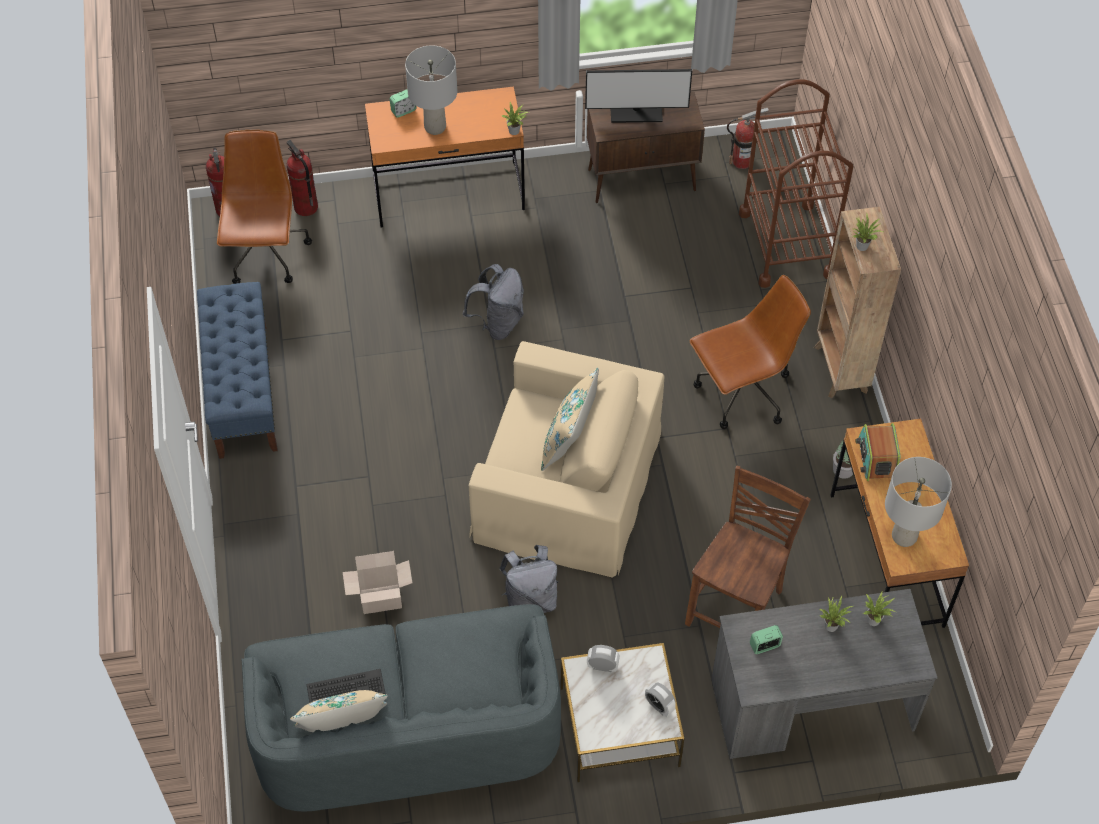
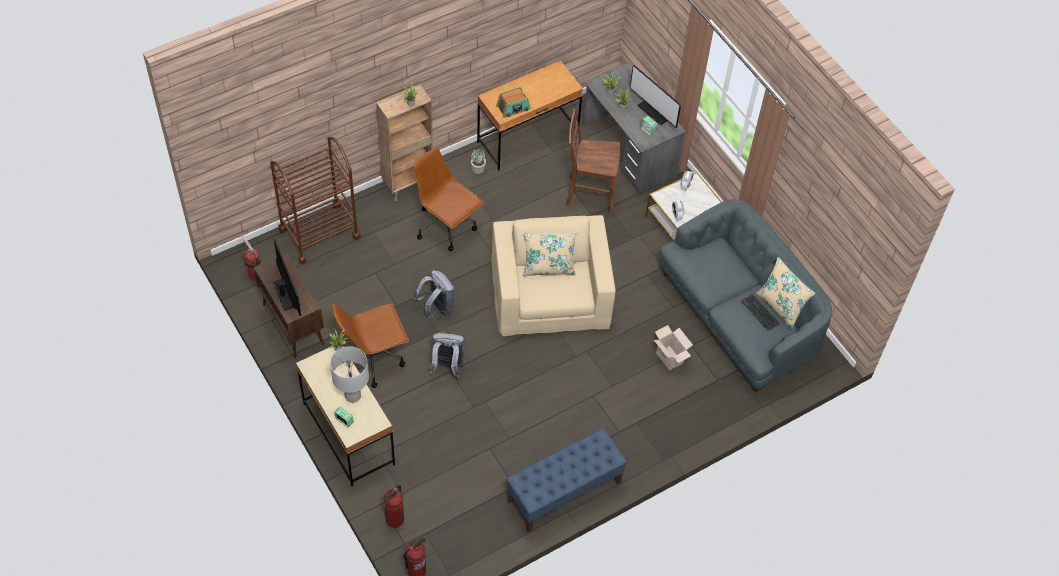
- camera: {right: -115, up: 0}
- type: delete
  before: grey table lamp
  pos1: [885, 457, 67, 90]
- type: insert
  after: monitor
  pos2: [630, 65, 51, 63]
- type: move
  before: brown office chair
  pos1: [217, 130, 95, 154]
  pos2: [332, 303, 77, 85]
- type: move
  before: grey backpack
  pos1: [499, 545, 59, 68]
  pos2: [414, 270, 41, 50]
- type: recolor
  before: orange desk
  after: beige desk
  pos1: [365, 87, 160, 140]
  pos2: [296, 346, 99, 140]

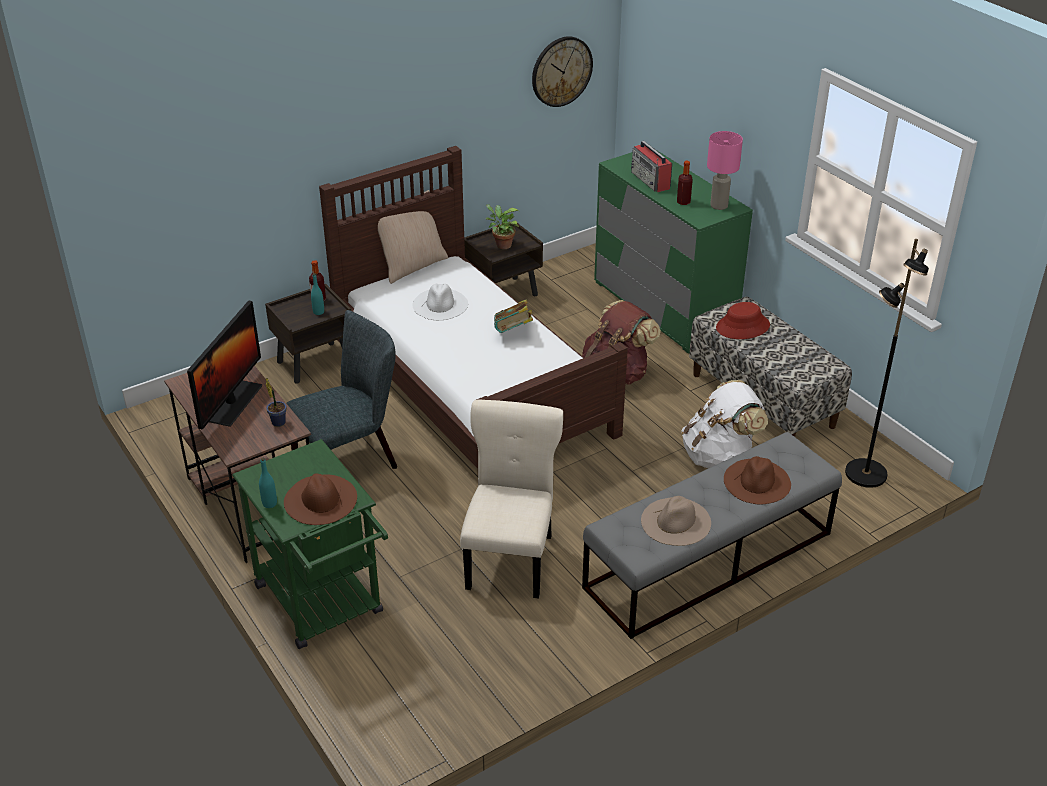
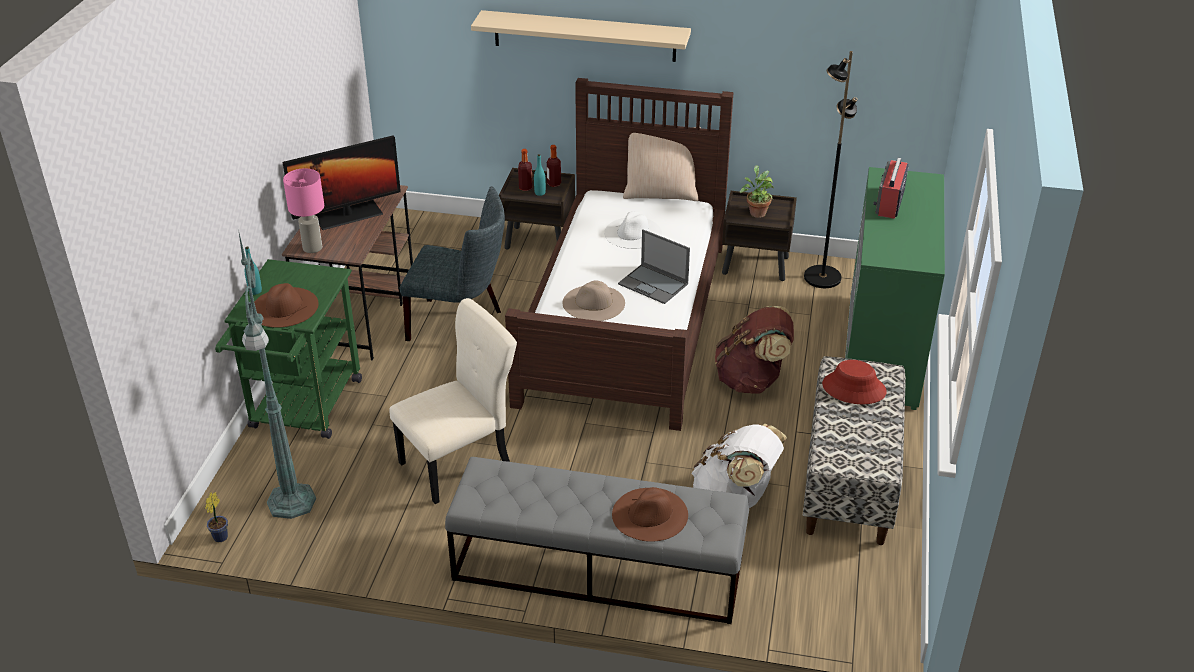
- camera: {right: 45, up: 0}
- type: delete
  before: wall clock
  pos1: [532, 36, 61, 71]
- type: insert
  after: green floor lamp
  pos2: [238, 230, 78, 289]
- type: insert
  after: beige shelf
  pos2: [471, 10, 220, 52]
- type: move
  before: potted plant
  pos1: [266, 378, 21, 49]
  pos2: [205, 492, 23, 50]
- type: move
  before: beige hat
  pos1: [641, 496, 70, 50]
  pos2: [563, 280, 62, 41]
- type: move
  before: bottle
  pos1: [677, 161, 16, 44]
  pos2: [518, 149, 15, 42]
- type: move
  before: pink table lamp
  pos1: [707, 131, 36, 79]
  pos2: [283, 168, 41, 85]
- type: move
  before: black floor lamp
  pos1: [845, 239, 84, 249]
  pos2: [804, 51, 53, 237]
- type: replace
  before: book
  after: laptop
  pos1: [494, 299, 39, 34]
  pos2: [618, 229, 72, 75]

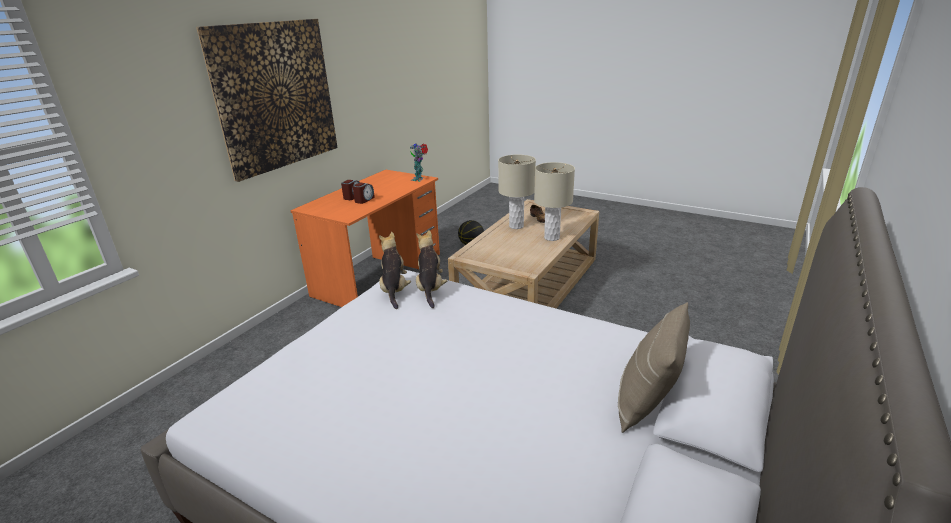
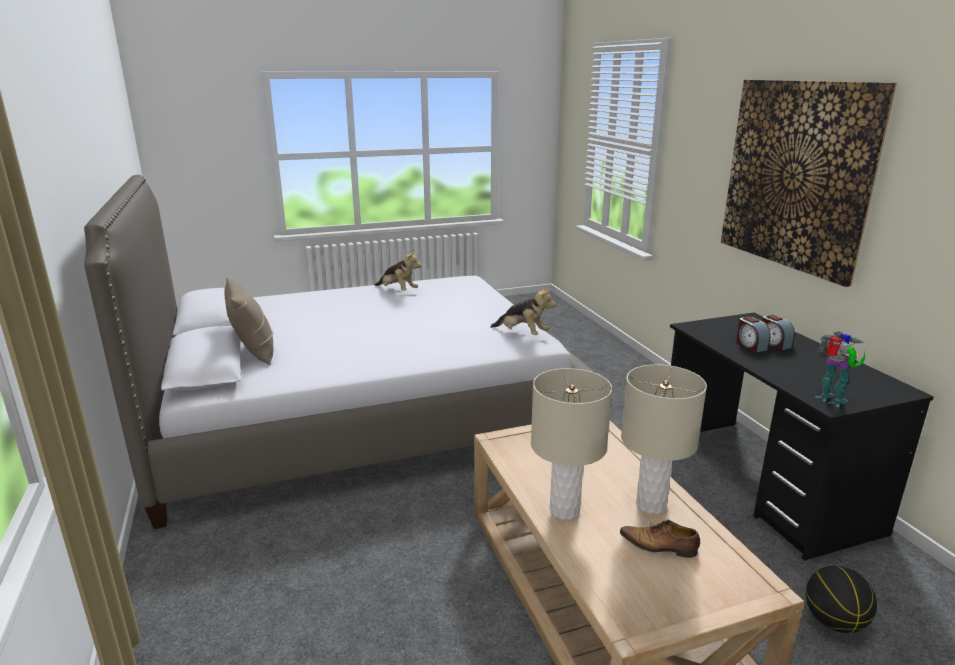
- camera: {right: 130, up: -5}
- type: move
  before: plush toy
  pos1: [416, 230, 32, 78]
  pos2: [374, 249, 47, 42]
- type: recolor
  before: orange desk
  after: black desk
  pos1: [290, 170, 150, 137]
  pos2: [670, 313, 264, 248]

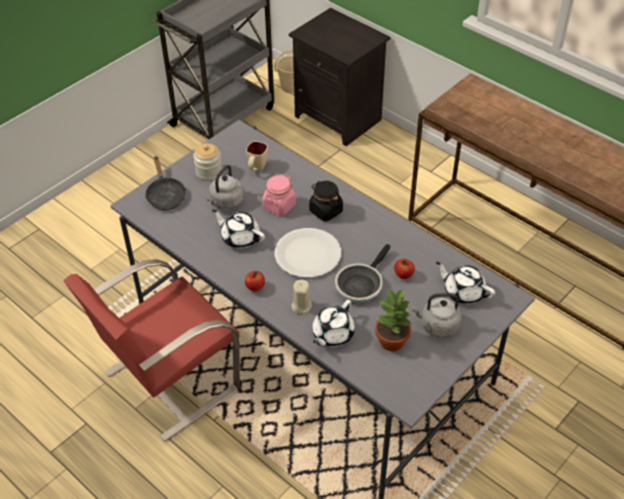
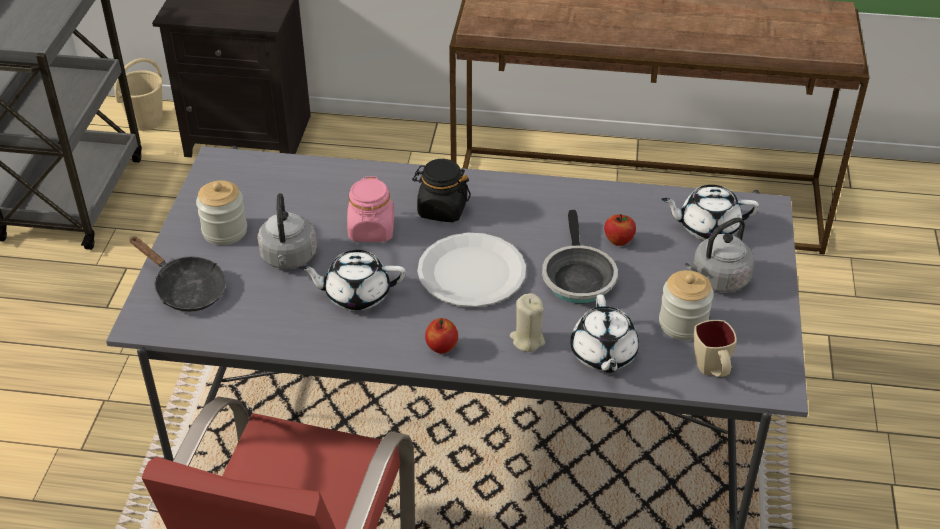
- camera: {right: -35, up: -5}
- type: move
  before: beige mug
  pos1: [246, 141, 22, 30]
  pos2: [694, 320, 43, 57]
- type: replace
  before: potted plant
  after: jar
  pos1: [375, 288, 36, 63]
  pos2: [659, 270, 55, 70]

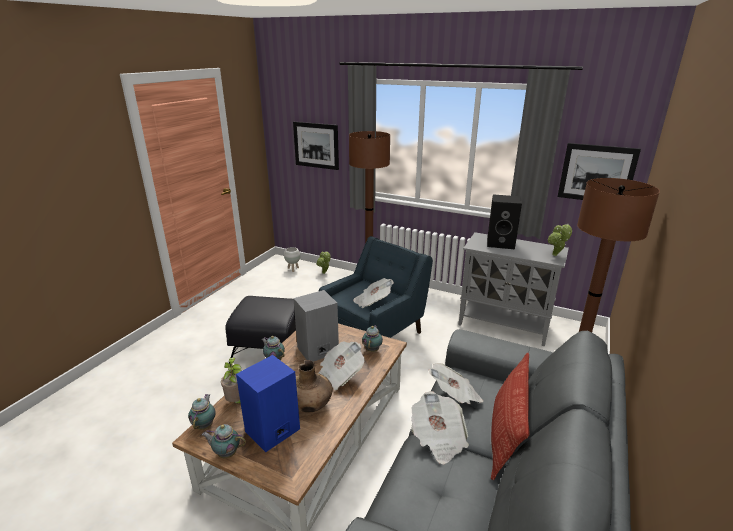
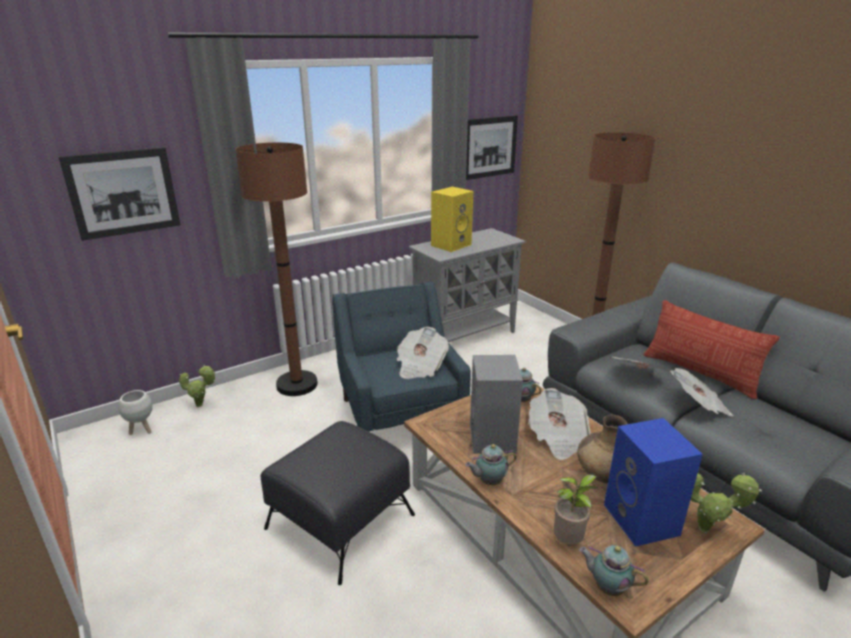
- camera: {right: -60, up: 0}
- type: delete
  before: teapot
  pos1: [202, 424, 44, 34]
- type: move
  before: potted plant
  pos1: [548, 224, 24, 32]
  pos2: [691, 473, 71, 61]
- type: recolor
  before: black speaker
  after: yellow speaker
  pos1: [487, 194, 35, 56]
  pos2: [431, 187, 42, 65]

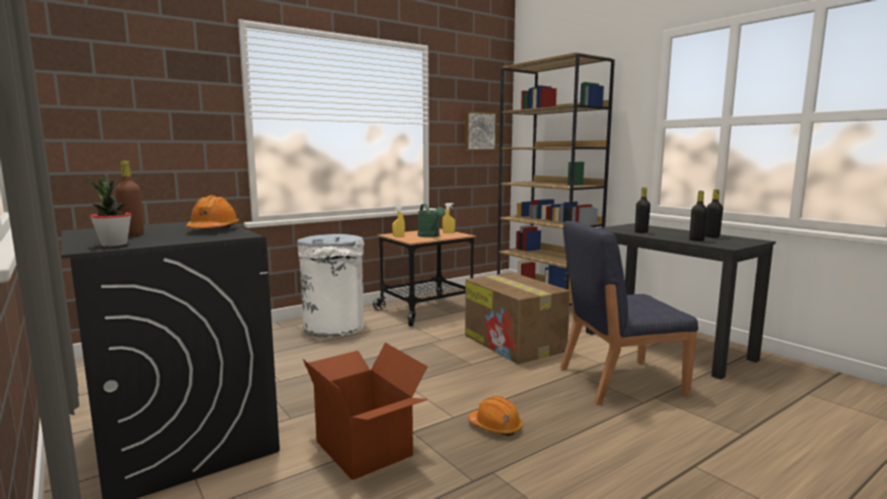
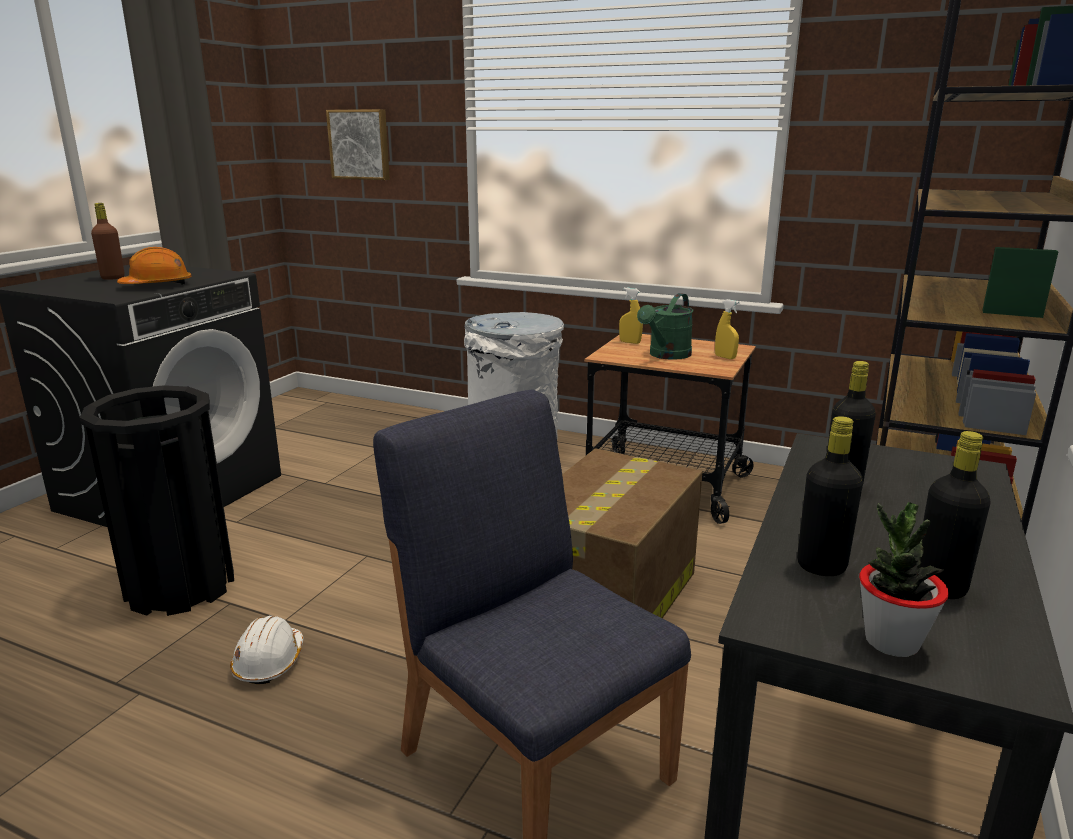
- camera: {right: 60, up: 10}
- type: move
  before: potted plant
  pos1: [88, 176, 43, 71]
  pos2: [859, 502, 90, 155]
- type: move
  before: picture
  pos1: [465, 111, 32, 39]
  pos2: [326, 109, 64, 71]
- type: replace
  before: cardboard box
  after: black trash can
  pos1: [303, 342, 125, 138]
  pos2: [80, 385, 154, 231]
- type: recolor
  before: orange hard hat
  after: white hard hat
  pos1: [469, 396, 54, 40]
  pos2: [230, 616, 74, 68]

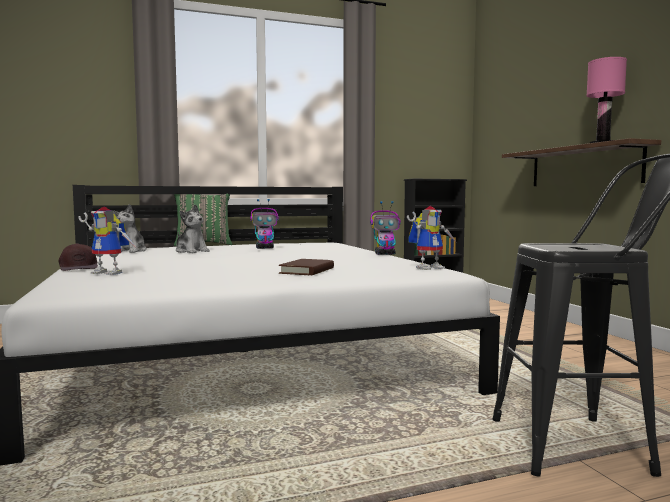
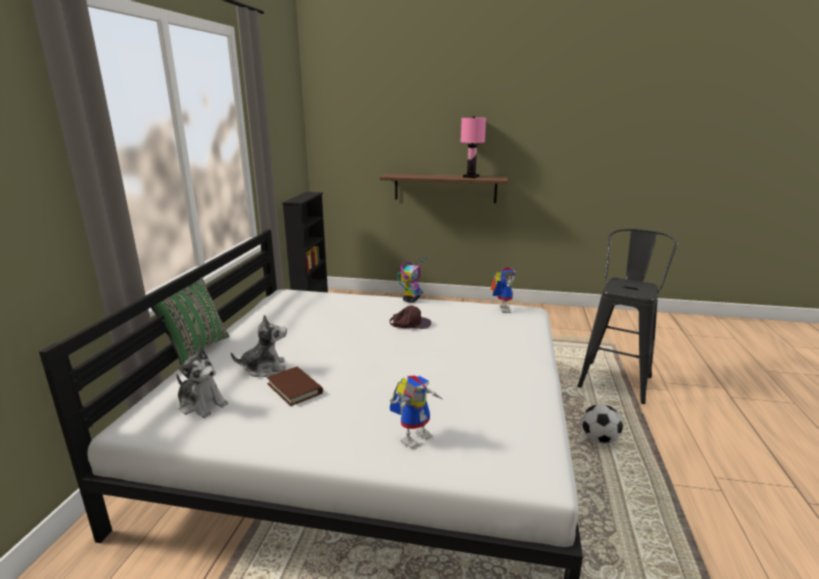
- camera: {right: -60, up: 15}
- type: delete
  before: toy robot
  pos1: [250, 199, 29, 50]
- type: insert
  after: football
  pos2: [582, 404, 41, 40]
- type: move
  before: brown cap
  pos1: [58, 243, 40, 28]
  pos2: [390, 305, 41, 24]
- type: move
  before: brown book
  pos1: [279, 259, 55, 16]
  pos2: [266, 367, 57, 39]

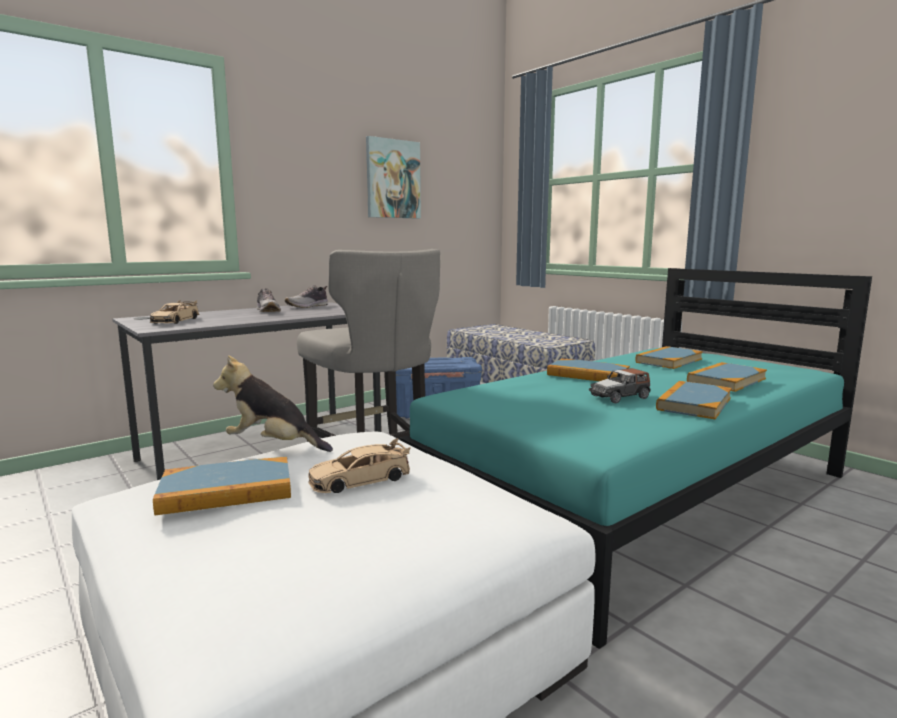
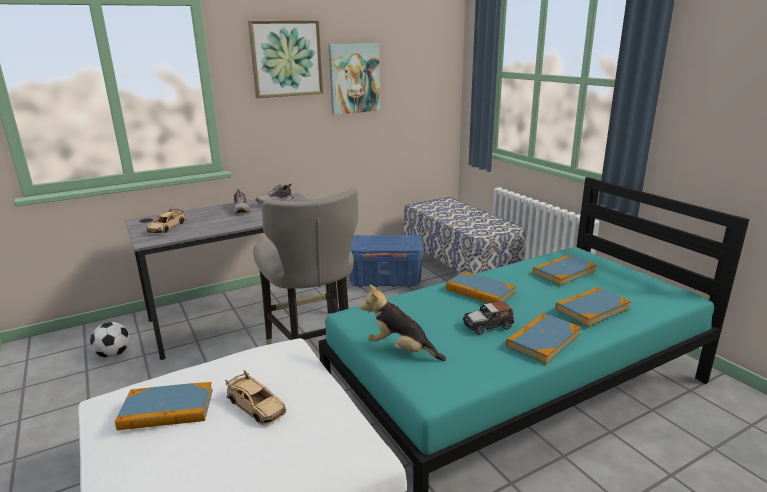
- camera: {right: 10, up: 10}
- type: insert
  after: football
  pos2: [90, 322, 40, 36]
- type: insert
  after: picture
  pos2: [248, 20, 75, 78]
- type: move
  before: plush toy
  pos1: [213, 355, 120, 97]
  pos2: [360, 285, 86, 76]
- type: rotate
  before: beige toy car
  pos1: [308, 438, 102, 55]
  pos2: [225, 370, 61, 55]
  turn: -120

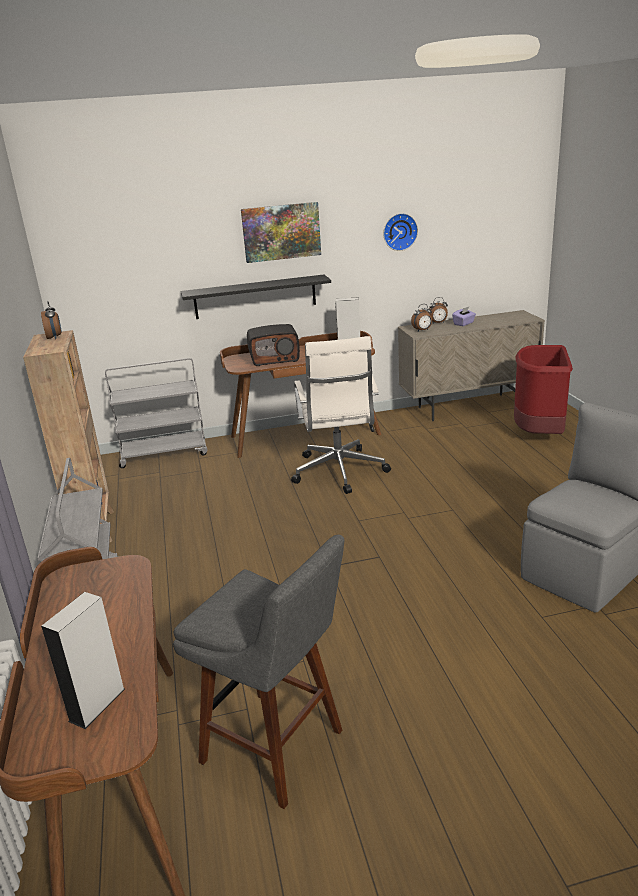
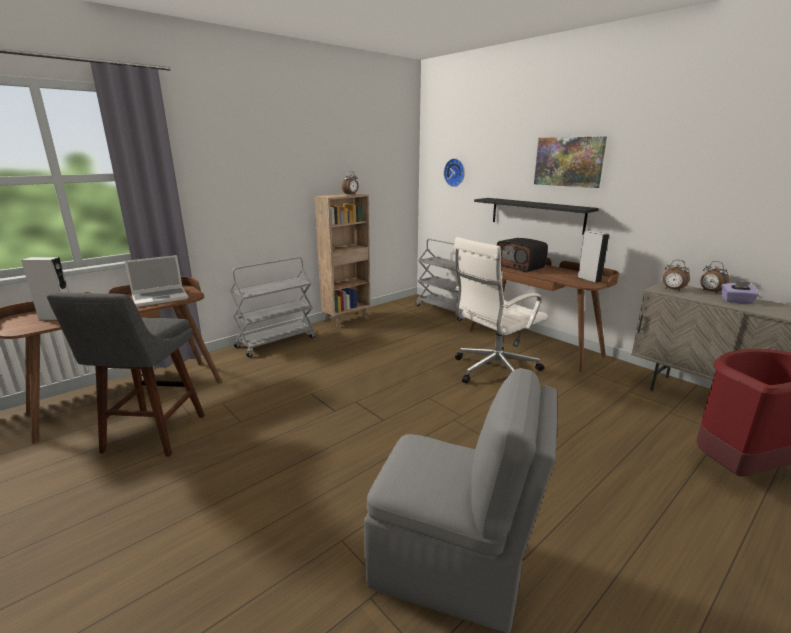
- camera: {right: 60, up: -5}
- type: insert
  after: laptop
  pos2: [125, 255, 63, 52]
- type: move
  before: wall clock
  pos1: [383, 213, 35, 38]
  pos2: [444, 158, 21, 29]

